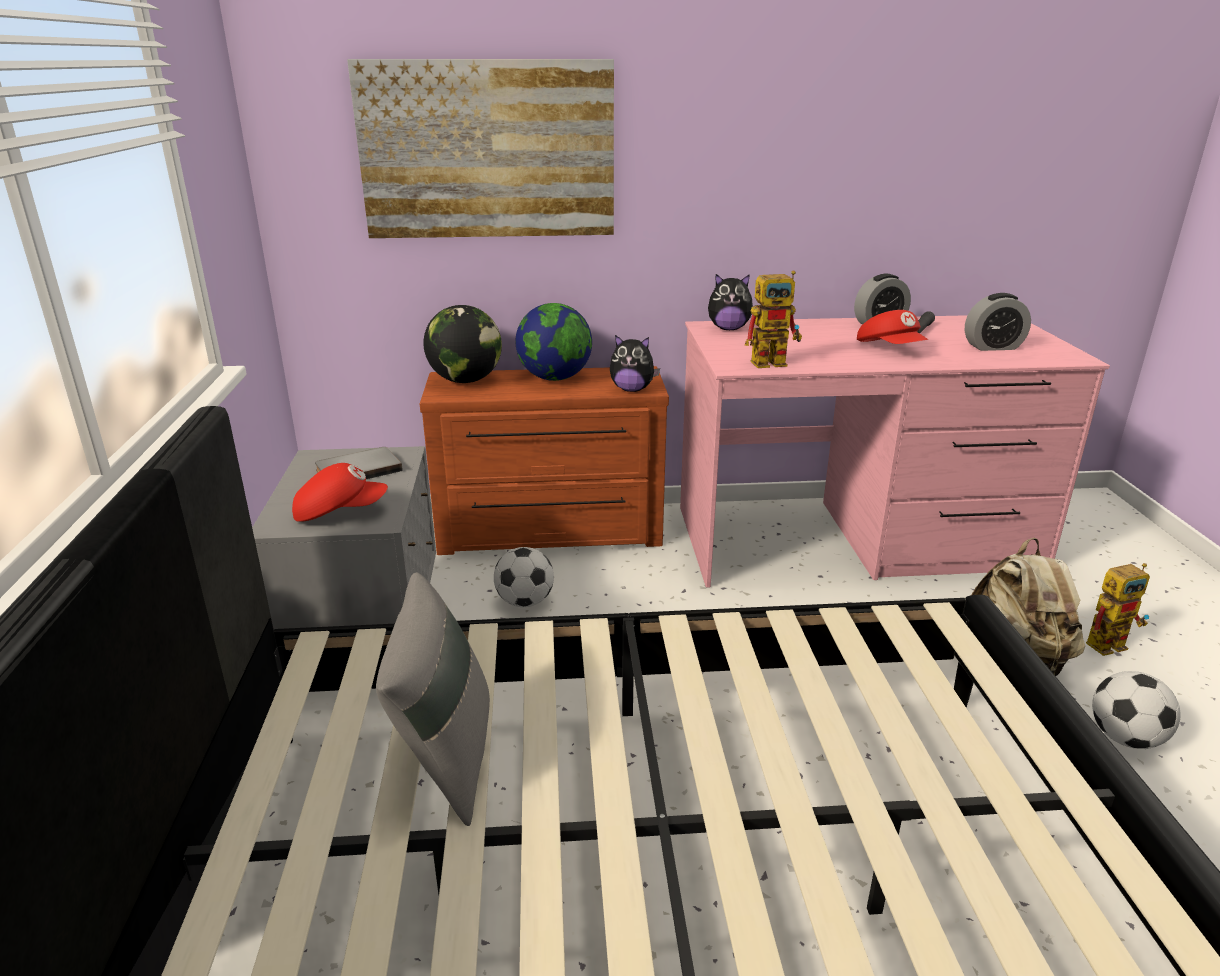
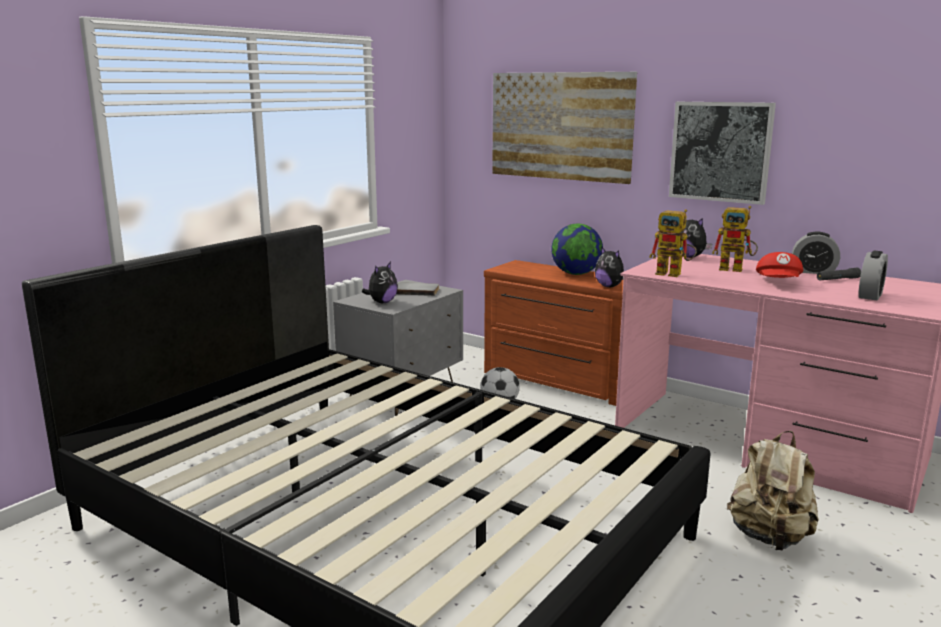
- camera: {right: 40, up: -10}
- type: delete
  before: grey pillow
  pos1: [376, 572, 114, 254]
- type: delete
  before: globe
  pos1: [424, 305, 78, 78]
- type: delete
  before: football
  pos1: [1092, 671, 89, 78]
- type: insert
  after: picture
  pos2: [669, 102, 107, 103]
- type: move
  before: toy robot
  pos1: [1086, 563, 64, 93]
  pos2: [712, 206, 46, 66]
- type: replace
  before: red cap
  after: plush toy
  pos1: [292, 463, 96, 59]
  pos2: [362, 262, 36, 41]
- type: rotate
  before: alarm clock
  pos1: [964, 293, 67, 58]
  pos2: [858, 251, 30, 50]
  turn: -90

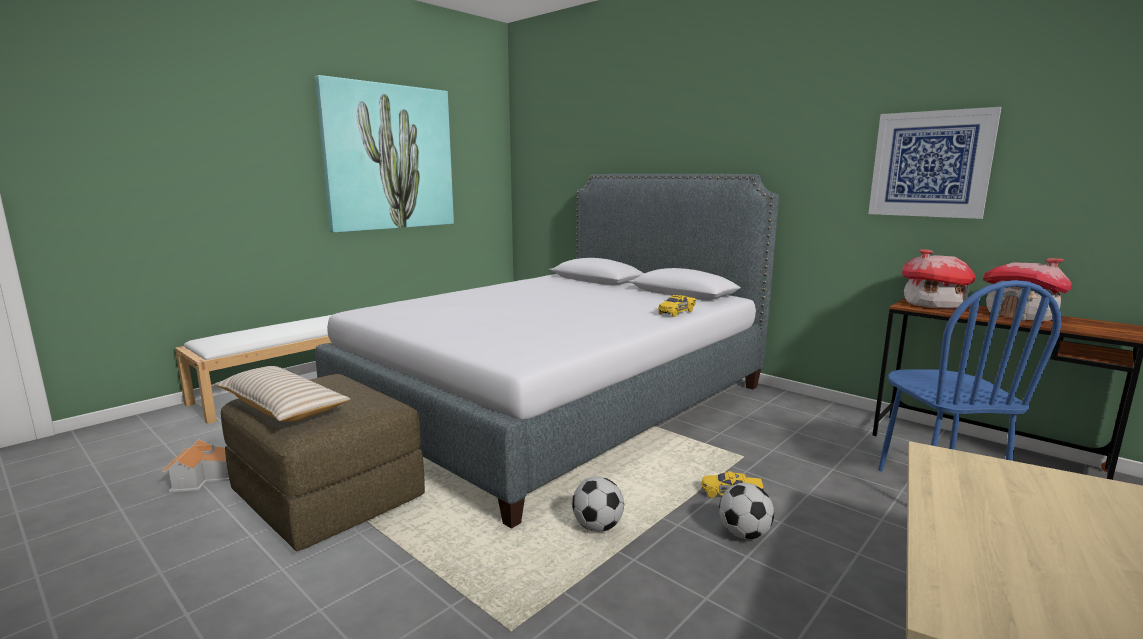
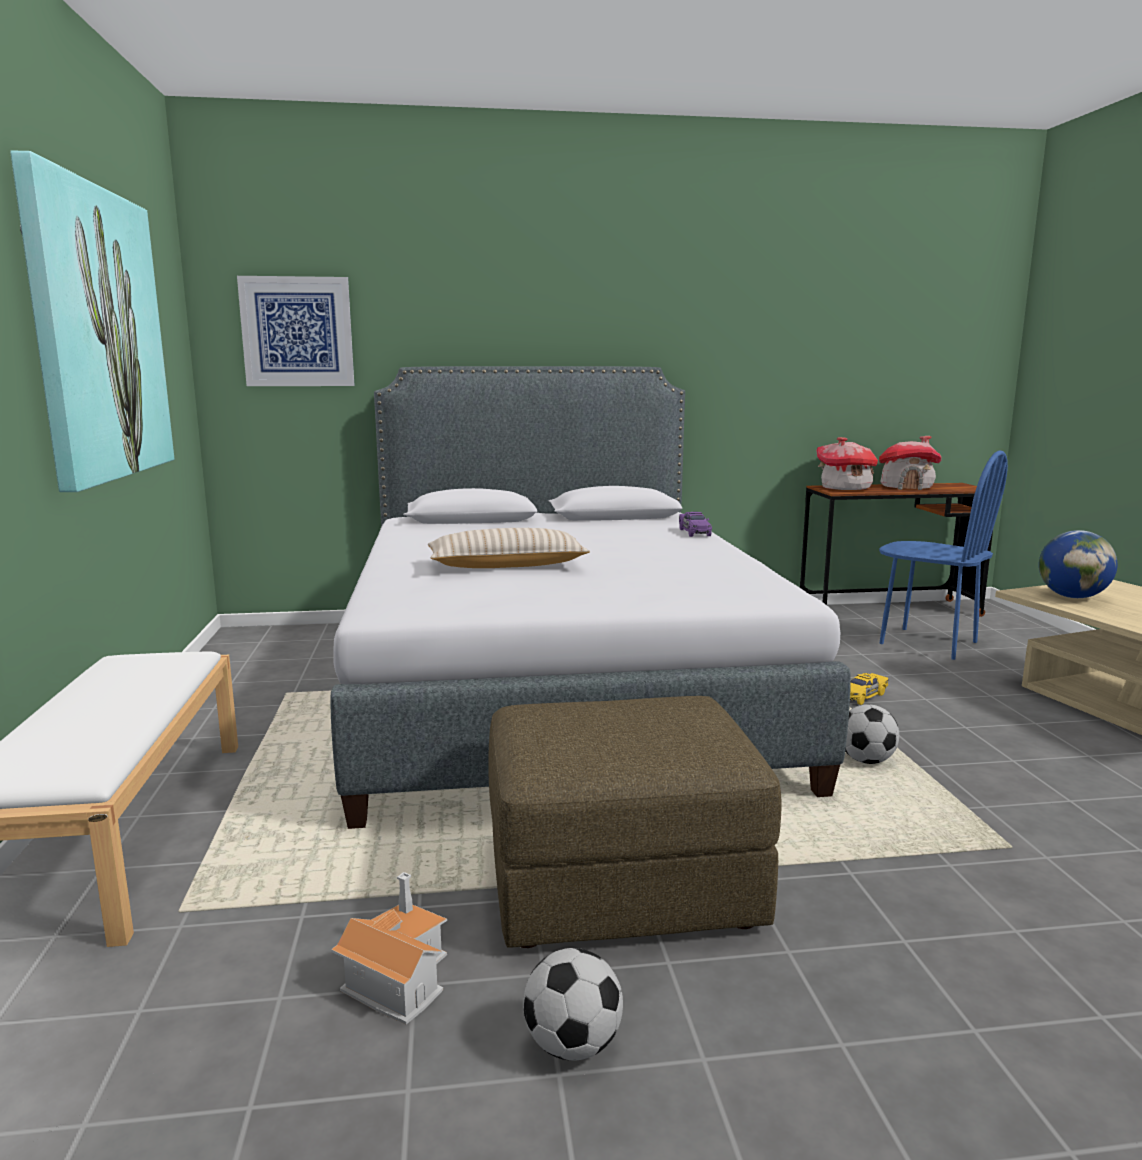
- camera: {right: -50, up: 0}
- type: insert
  after: globe
  pos2: [1039, 530, 79, 68]
- type: move
  before: beige pillow
  pos1: [214, 366, 137, 56]
  pos2: [428, 528, 162, 40]
- type: move
  before: football
  pos1: [719, 483, 55, 56]
  pos2: [523, 948, 100, 113]
- type: move
  before: picture
  pos1: [868, 107, 134, 112]
  pos2: [237, 276, 118, 110]
- type: recolor
  before: yellow toy car
  after: purple toy car
  pos1: [658, 295, 38, 22]
  pos2: [679, 512, 33, 25]

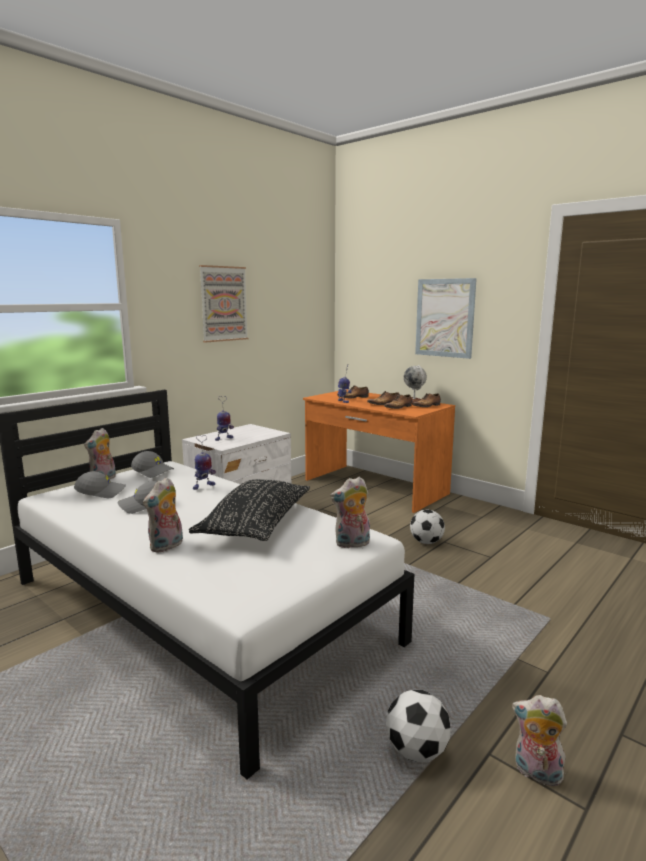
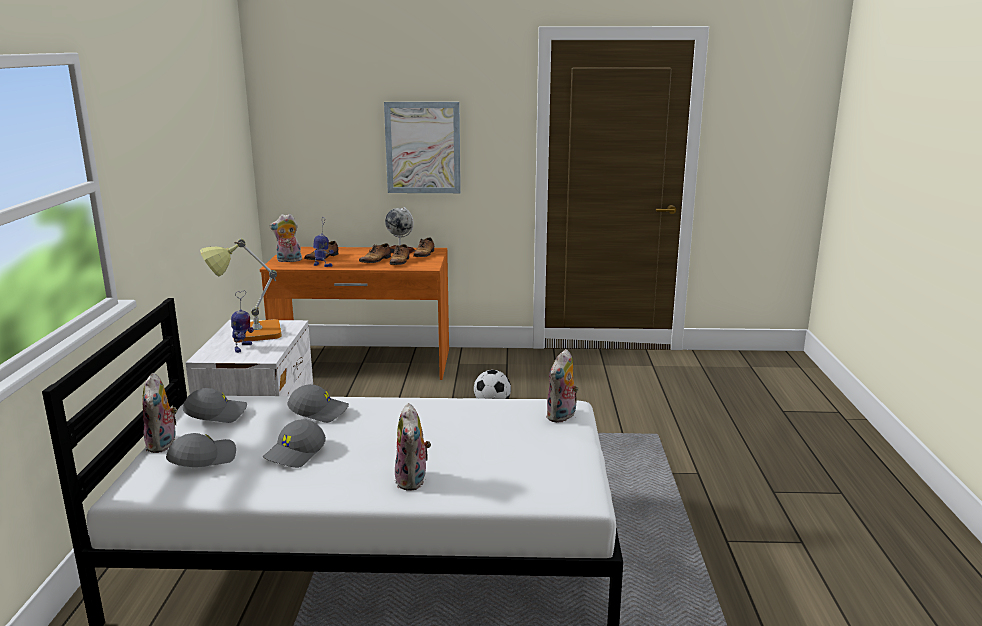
- camera: {right: -40, up: 5}
- type: delete
  before: black pillow
  pos1: [189, 480, 121, 61]
- type: delete
  before: picture
  pos1: [199, 265, 49, 78]
- type: delete
  before: football
  pos1: [386, 690, 65, 72]
- type: insert
  after: table lamp
  pos2: [200, 239, 82, 103]
- type: move
  before: plush toy
  pos1: [512, 695, 55, 91]
  pos2: [269, 214, 33, 48]
- type: replace
  before: toy robot
  after: grey cap
  pos1: [193, 435, 23, 55]
  pos2: [287, 384, 62, 39]

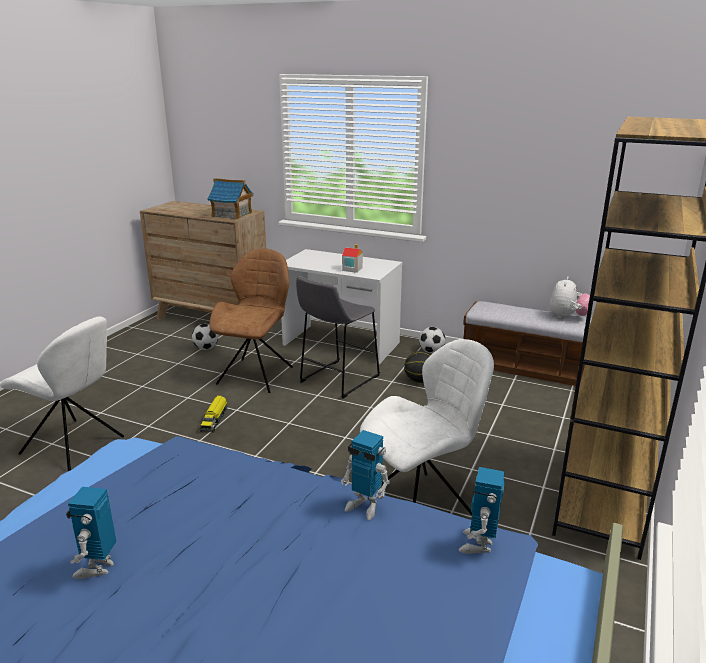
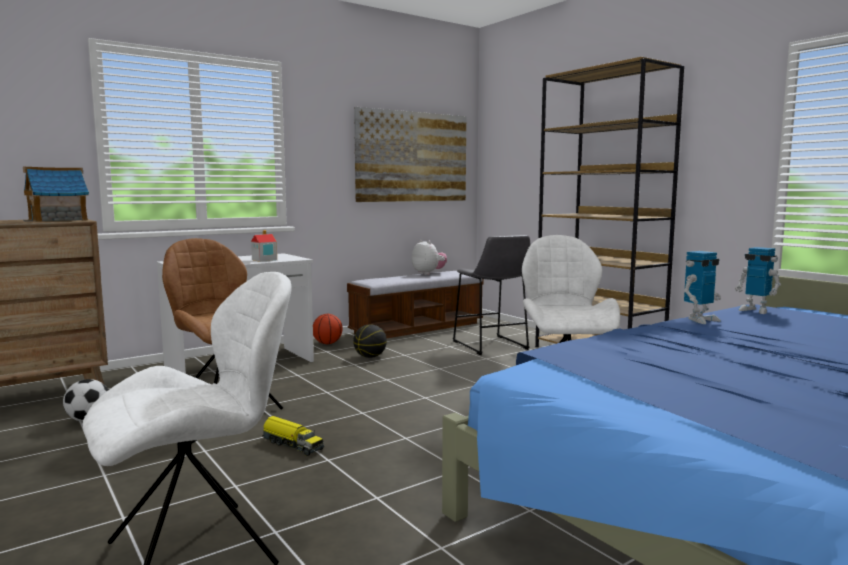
- camera: {right: -60, up: -15}
- type: delete
  before: toy robot
  pos1: [66, 487, 50, 92]
- type: insert
  after: picture
  pos2: [354, 107, 112, 95]
- type: move
  before: grey stool
  pos1: [296, 276, 84, 123]
  pos2: [453, 235, 77, 120]
- type: replace
  before: football
  after: basketball
  pos1: [419, 327, 27, 26]
  pos2: [313, 314, 30, 30]

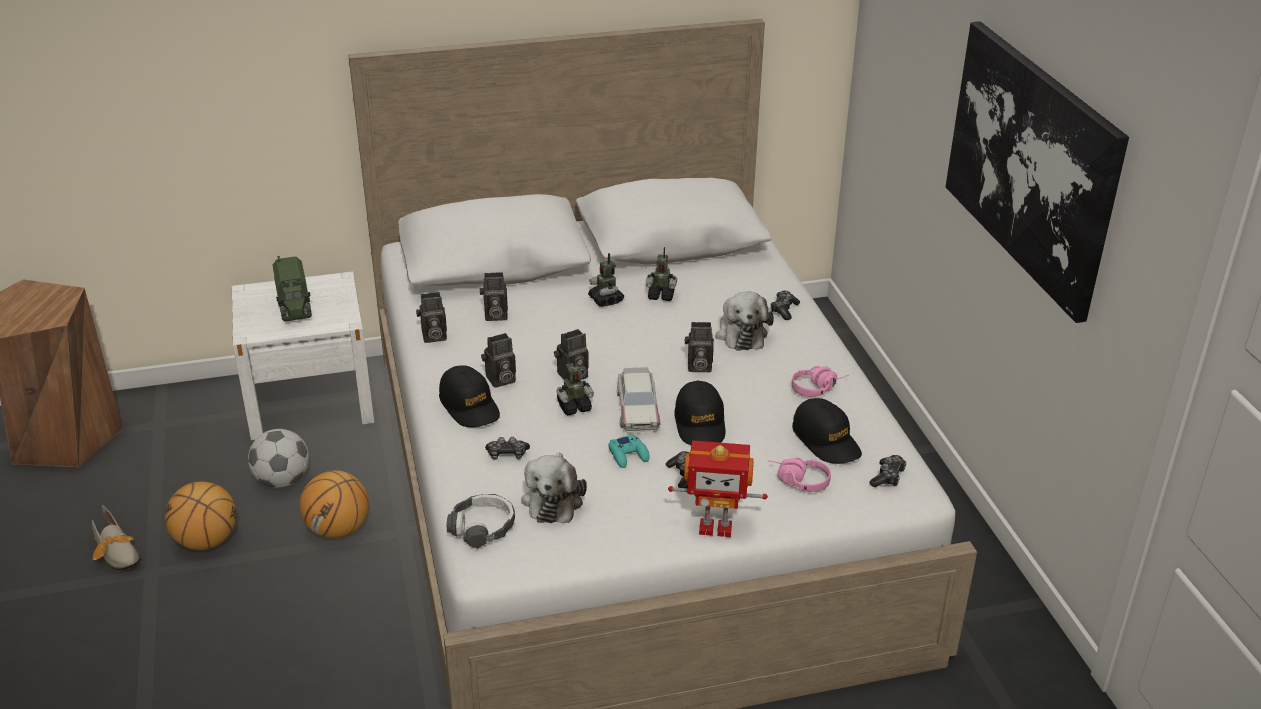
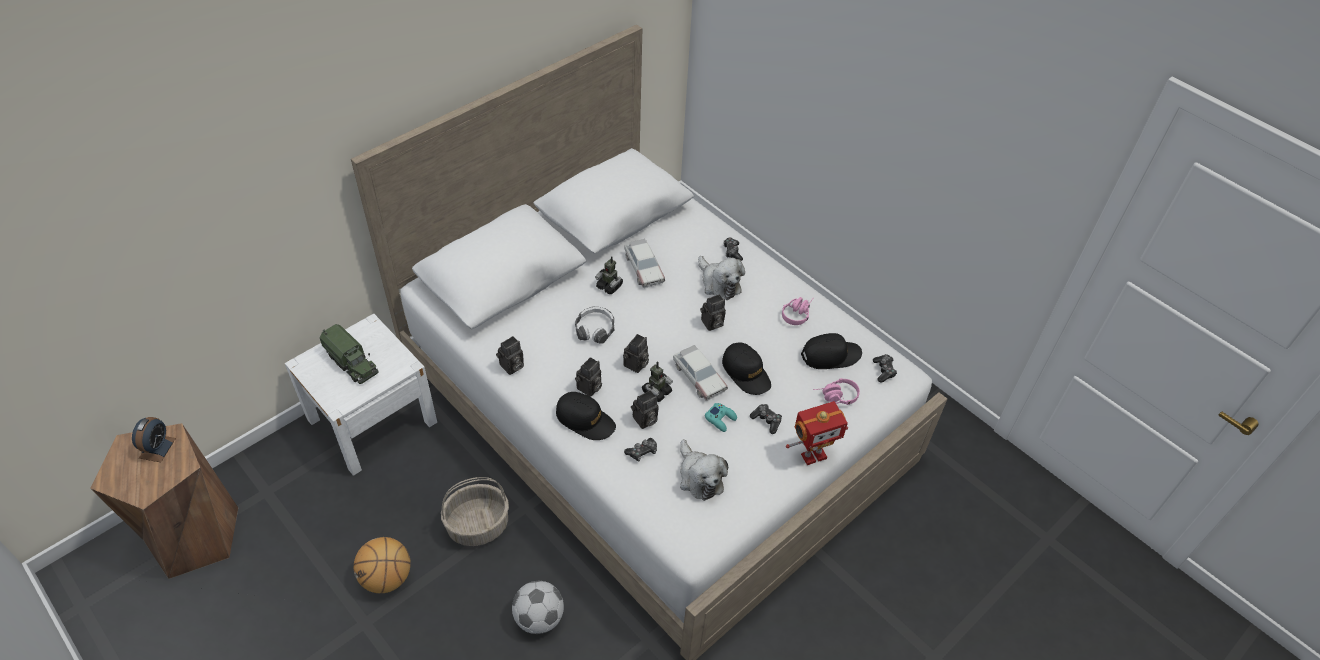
- camera: {right: -30, up: 15}
- type: delete
  before: shoe
  pos1: [92, 505, 49, 65]
- type: delete
  before: picture
  pos1: [946, 22, 183, 301]
- type: insert
  after: alarm clock
  pos2: [132, 417, 44, 45]
- type: move
  before: football
  pos1: [248, 429, 61, 59]
  pos2: [512, 581, 52, 53]
- type: move
  before: headphones
  pos1: [446, 494, 69, 55]
  pos2: [575, 306, 39, 38]
- type: move
  before: photo camera
  pos1: [480, 272, 28, 49]
  pos2: [631, 390, 28, 39]
- type: replace
  before: basketball
  after: basket
  pos1: [300, 470, 69, 68]
  pos2: [441, 477, 68, 69]
- type: replace
  before: toy robot
  after: toy car
  pos1: [646, 247, 31, 54]
  pos2: [625, 239, 40, 49]
- type: rotate
  before: black cap
  pos1: [792, 398, 70, 66]
  pos2: [801, 333, 61, 36]
  turn: -45

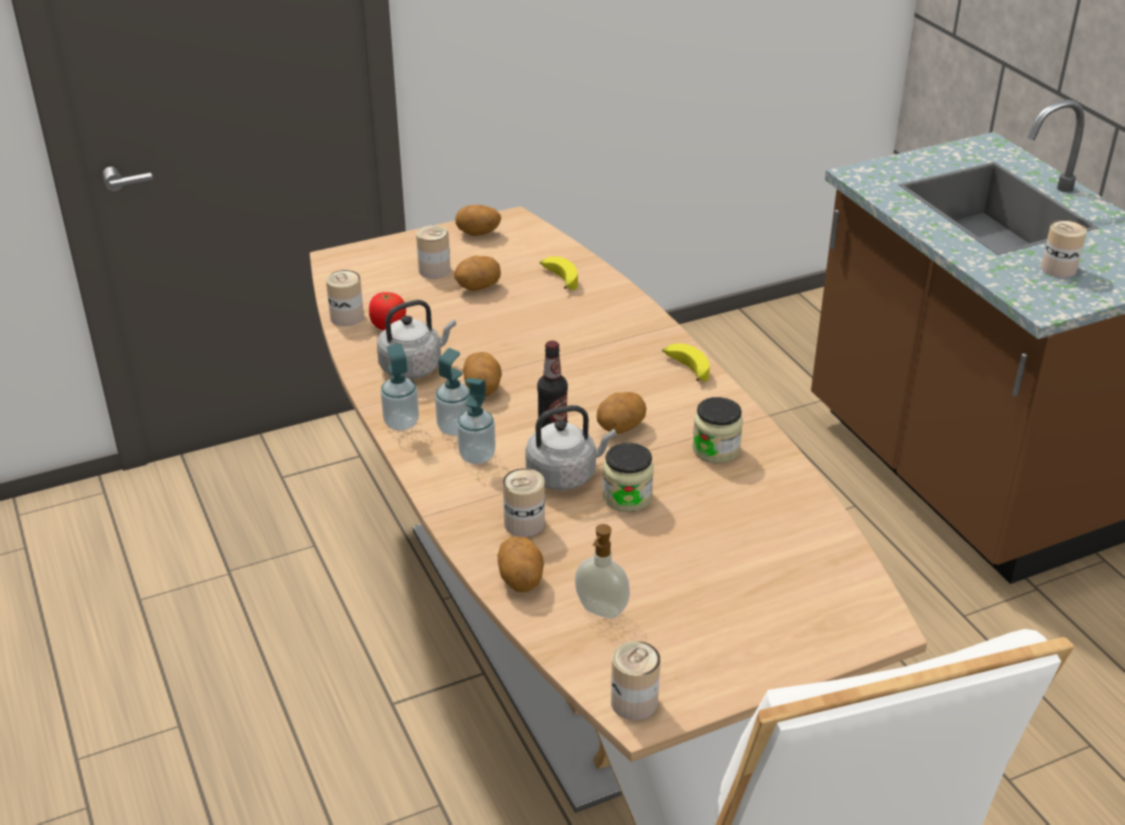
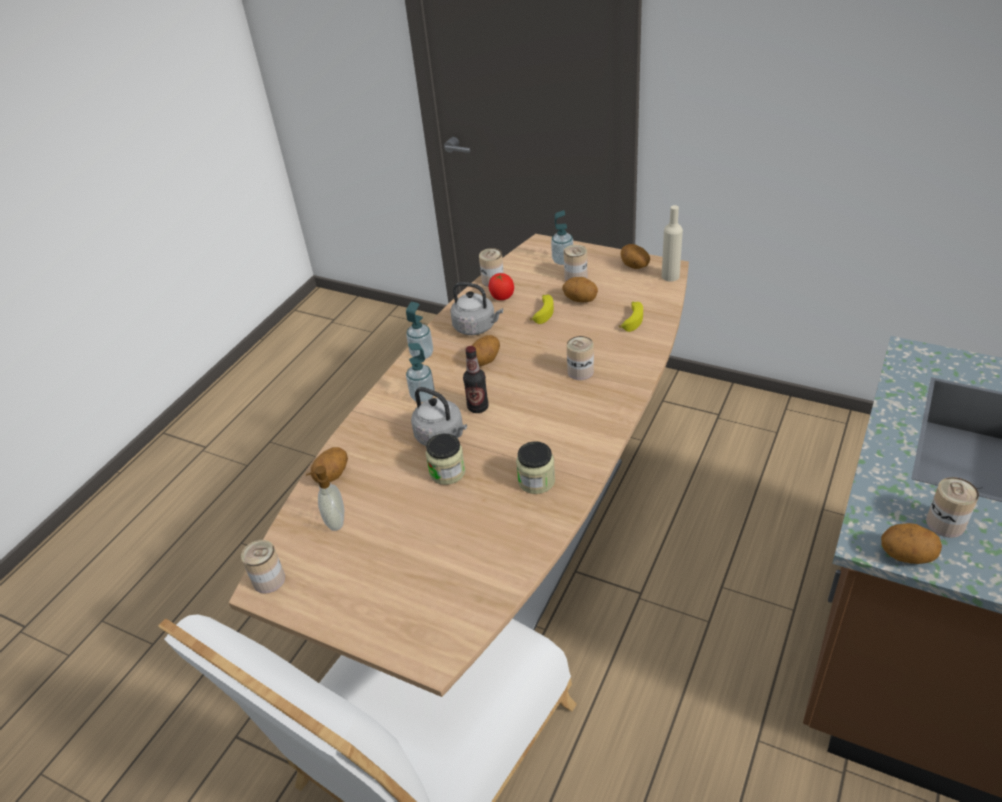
- camera: {right: 55, up: 5}
- type: insert
  after: beige bottle
  pos2: [662, 205, 21, 77]
- type: move
  before: soap dispenser
  pos1: [435, 348, 35, 88]
  pos2: [551, 210, 22, 55]
- type: move
  before: can
  pos1: [503, 468, 42, 69]
  pos2: [567, 336, 27, 44]
- type: move
  before: potato
  pos1: [597, 392, 50, 42]
  pos2: [881, 523, 61, 41]
- type: move
  before: banana
  pos1: [662, 344, 48, 37]
  pos2: [530, 295, 24, 29]

